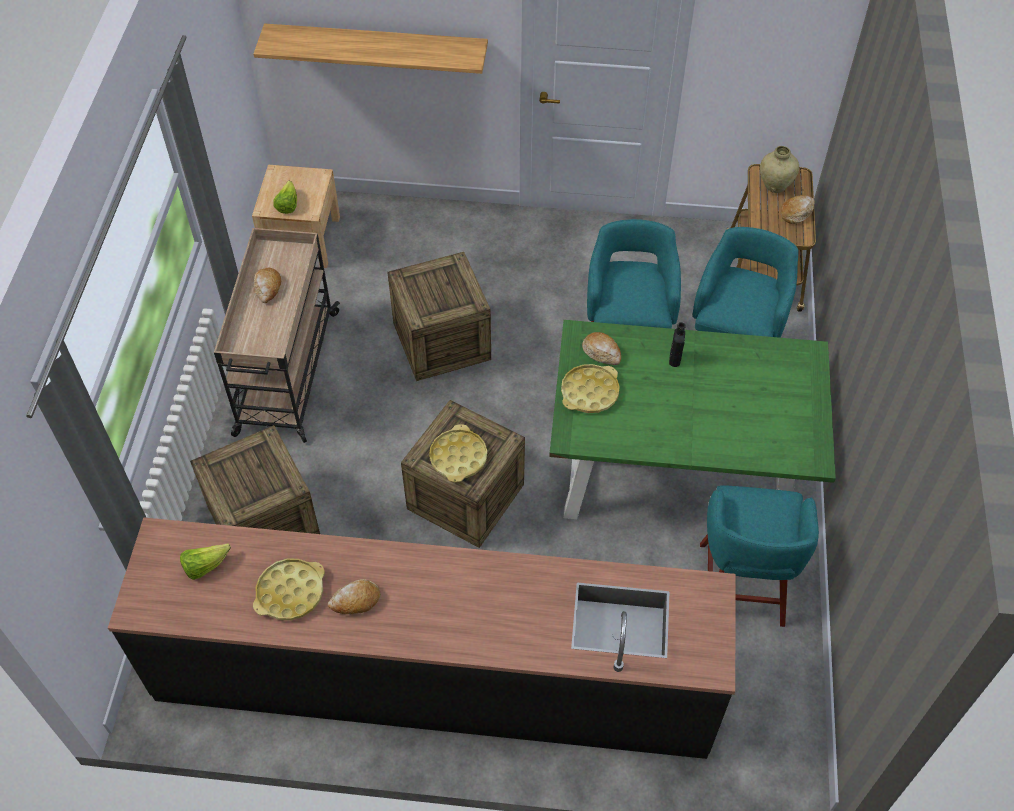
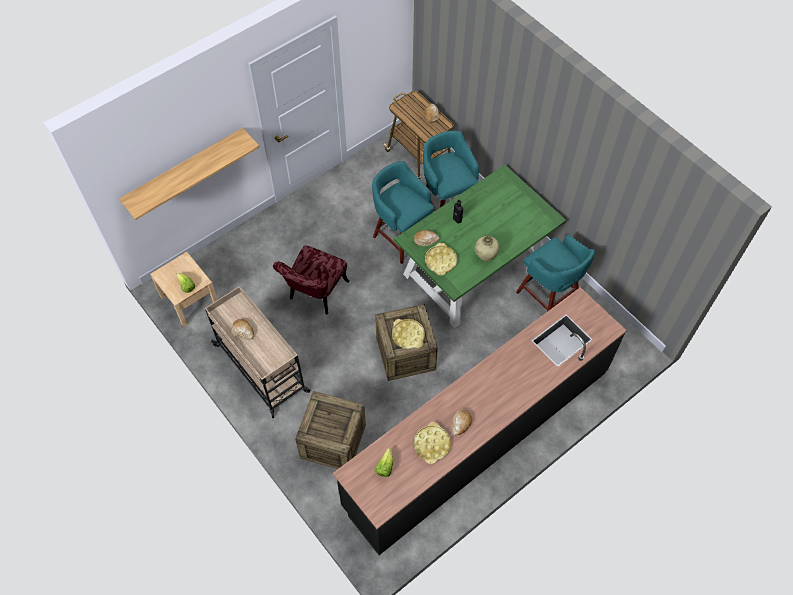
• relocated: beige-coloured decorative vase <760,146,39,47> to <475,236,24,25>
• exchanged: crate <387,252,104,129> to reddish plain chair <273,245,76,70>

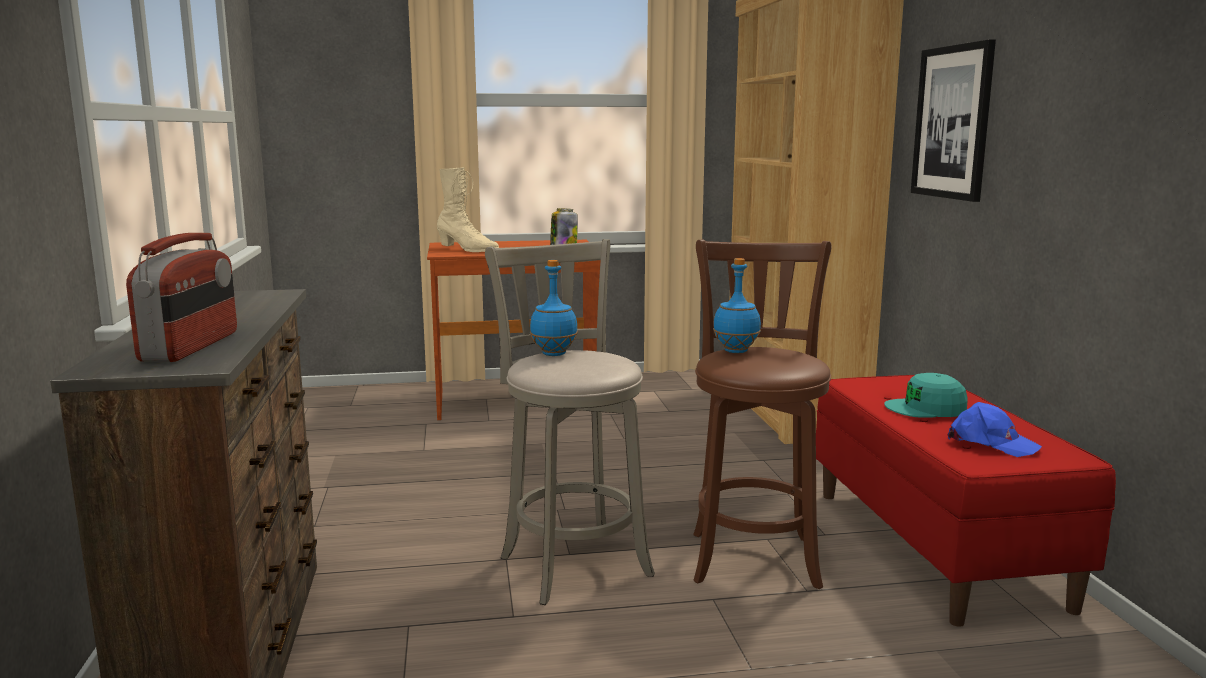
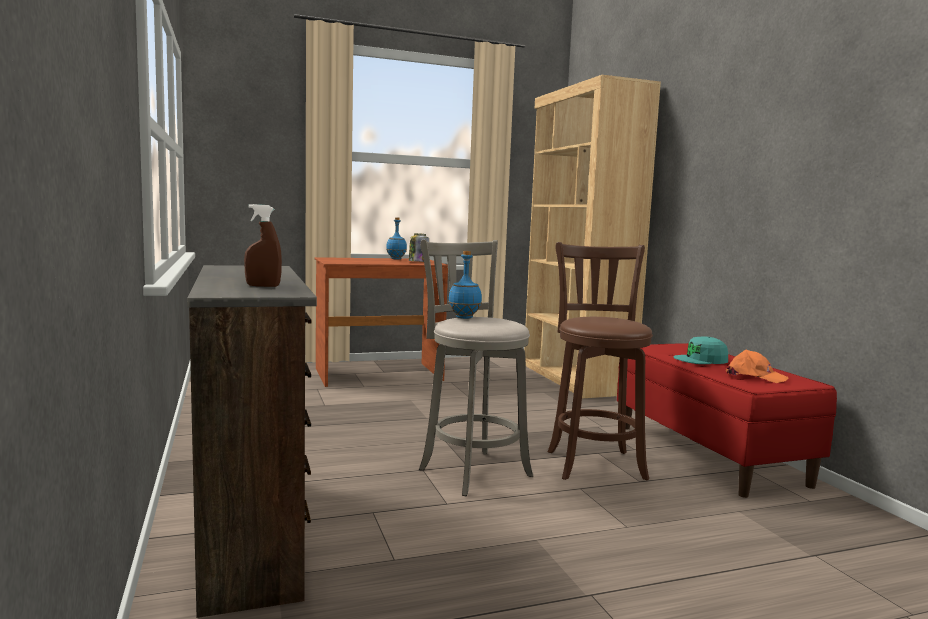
• missing: picture <911,39,85,163>
• missing: beige-coloured high-top boot <437,167,62,85>
• exchanged: radio <126,233,111,129> to brownish sprayer <244,204,38,83>
• relocated: bluish bottle <713,258,48,95> to <386,217,21,43>
• colour: bluish peaked cap <947,402,95,55> to orangey peaked cap <726,349,62,34>

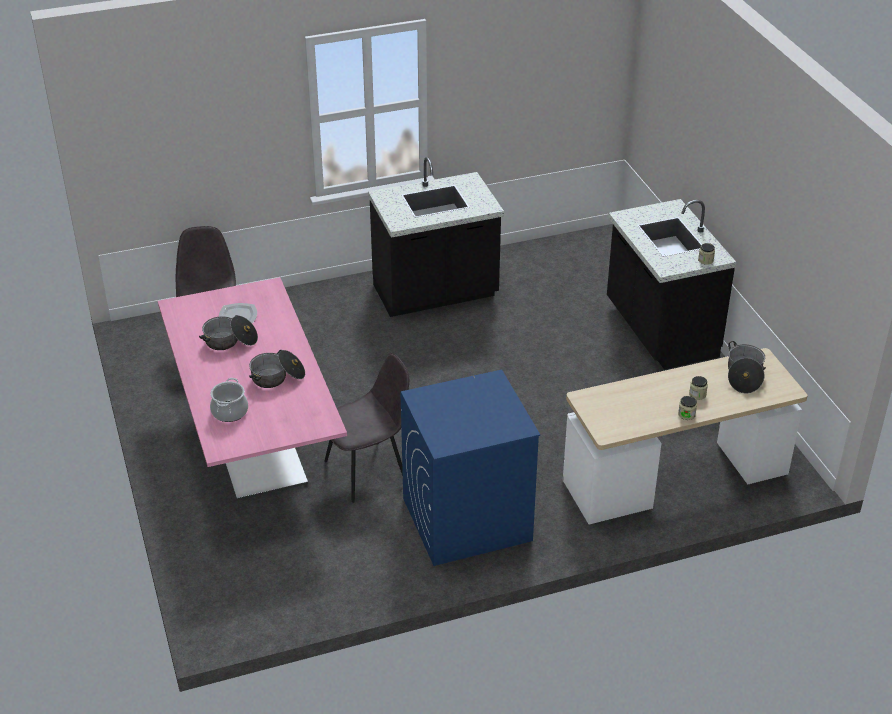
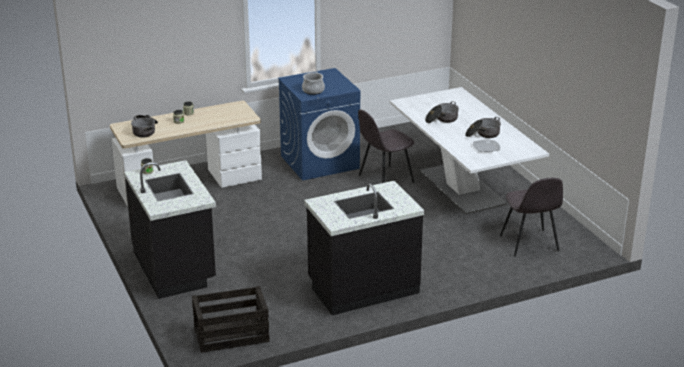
• colour: pink dinner table <158,277,189,223> to whitish dinner table <390,87,159,127>
• relocated: cooking pot <210,378,38,44> to <302,71,23,24>
• appeared: crate <192,286,78,67>

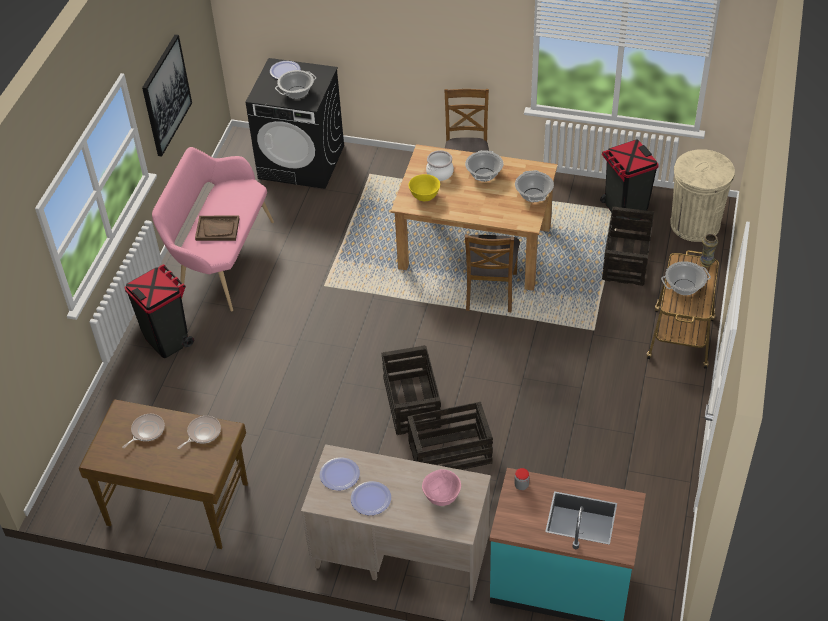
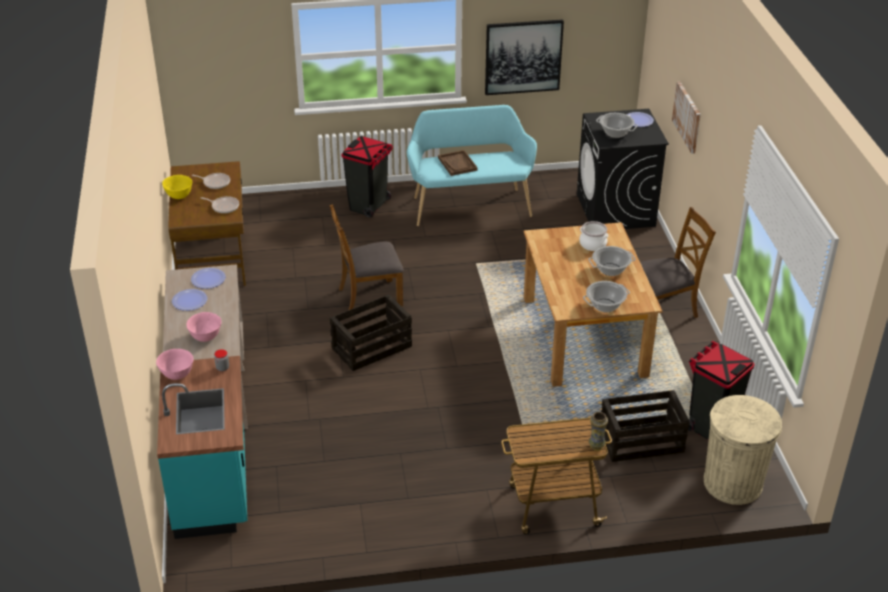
• colour: pink bench <152,147,122,165> to turquoise-coloured bench <407,105,130,121>
• relocated: yellow-coloured serving bowl <408,174,32,27> to <162,175,30,24>
• relocated: brownish plain chair <465,234,55,78> to <330,204,74,106>
• missing: cooking pot <661,261,50,34>
• missing: crate <407,402,86,68>
• appeared: picture <672,82,29,72>
• appeared: pink serving bowl <156,349,38,31>

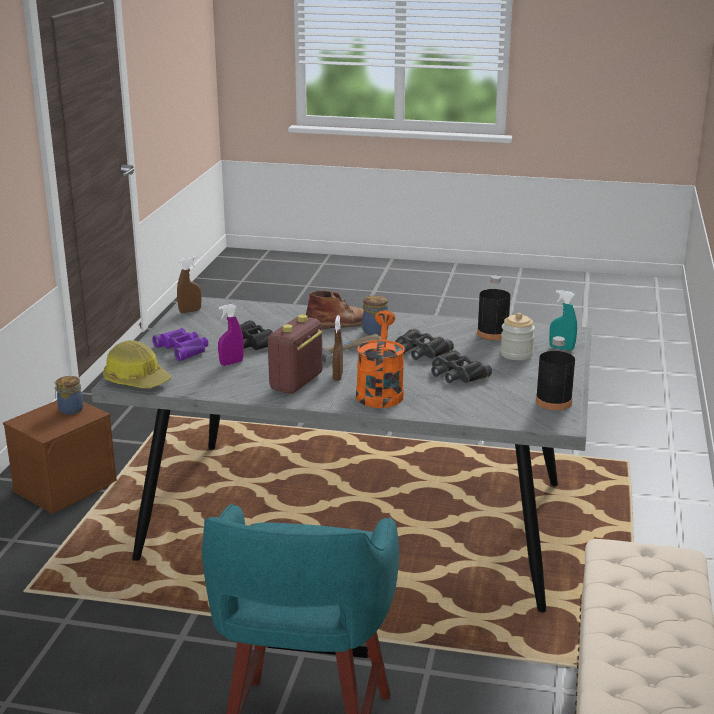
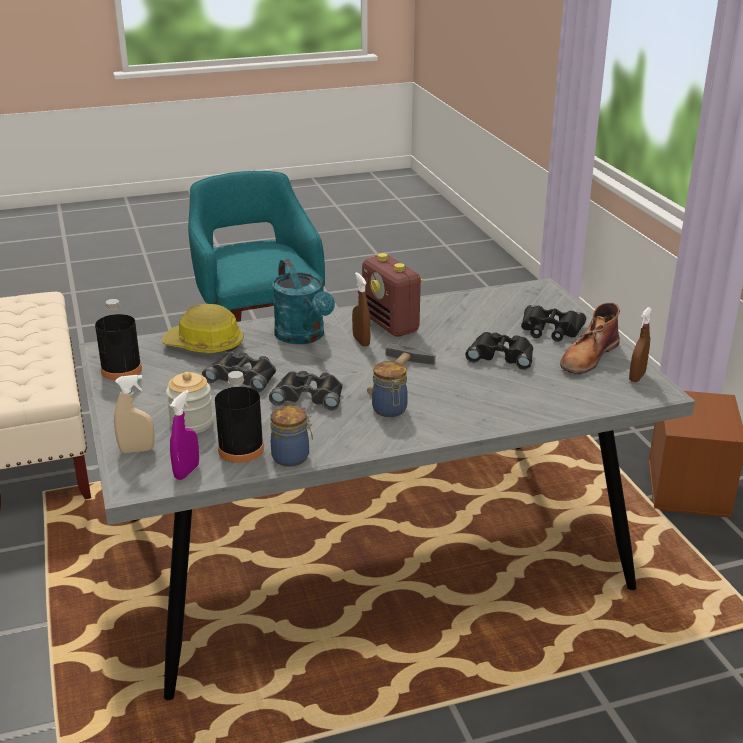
• relocated: brownish high-top boot <306,290,58,39> to <560,303,60,71>
• colour: turquoise-coloured sprayer <549,290,28,60> to beige-coloured sprayer <114,375,41,78>
• relocated: purplish sprayer <218,304,26,62> to <170,390,29,90>
• colour: orangey sprinkling can <356,310,49,98> to turquoise-coloured sprinkling can <272,259,63,85>
• spun: radio <268,315,55,79> = <362,253,62,84> 150 degrees clockwise
• colour: purplish field glasses <152,328,56,33> to blackish field glasses <521,305,65,37>
• relocated: work helmet <103,340,68,48> to <162,304,82,49>
• relocated: jar <54,376,29,39> to <270,406,43,61>

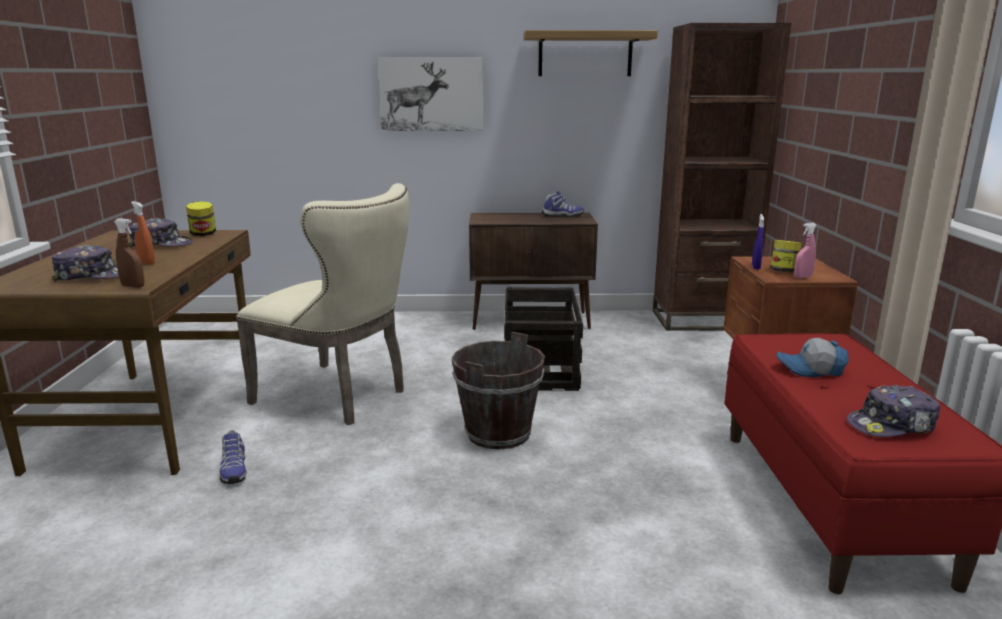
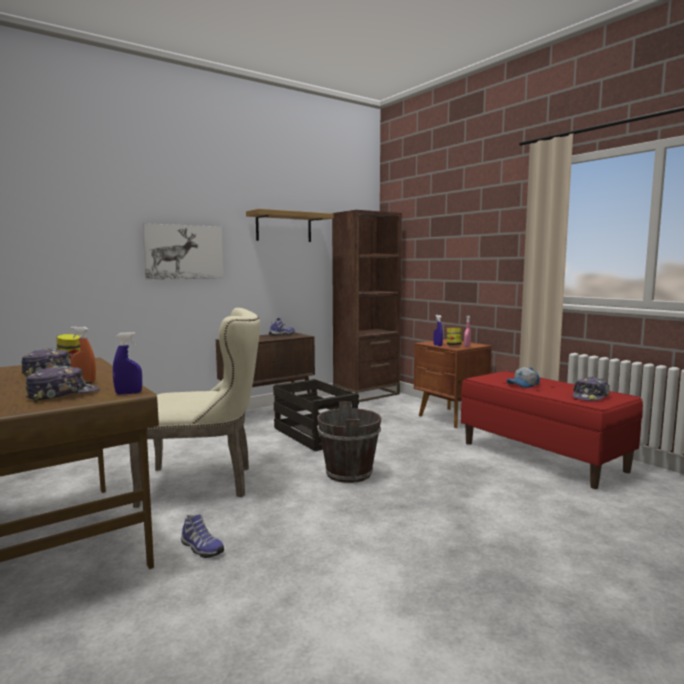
• colour: brownish sprayer <114,218,30,70> to bluish sprayer <113,332,29,62>

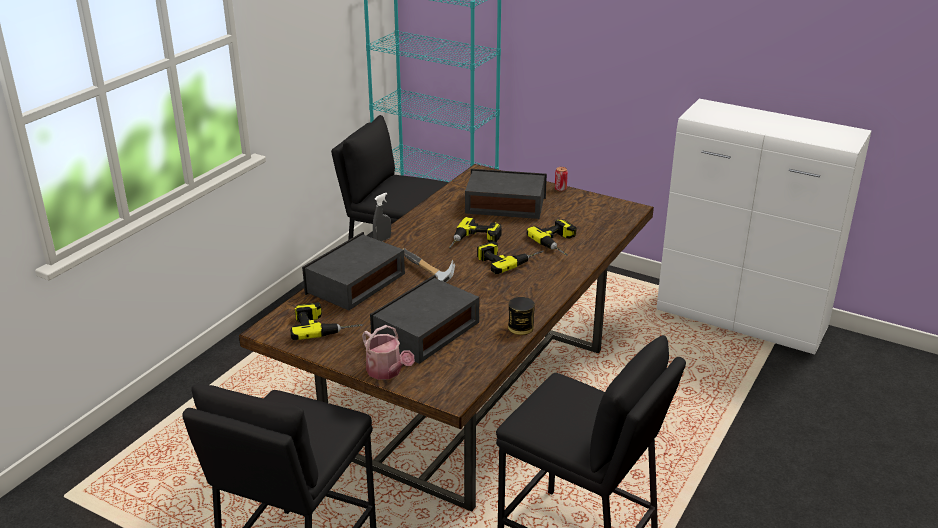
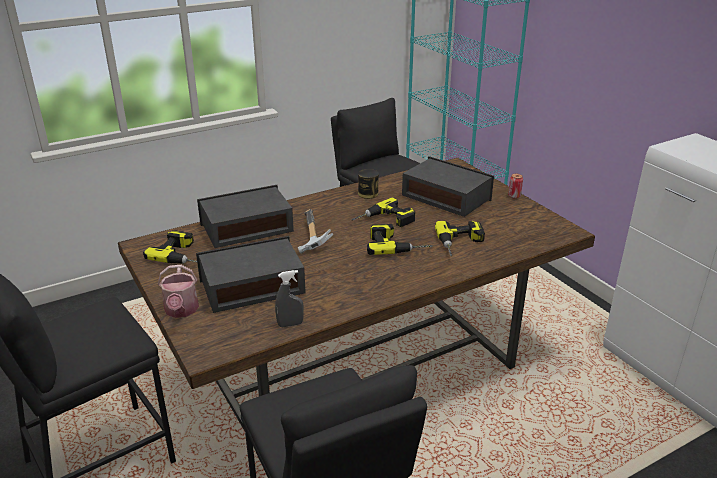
• relocated: gray sprayer <373,192,18,49> to <275,270,29,57>
• relocated: metal can <508,297,27,38> to <358,169,21,30>

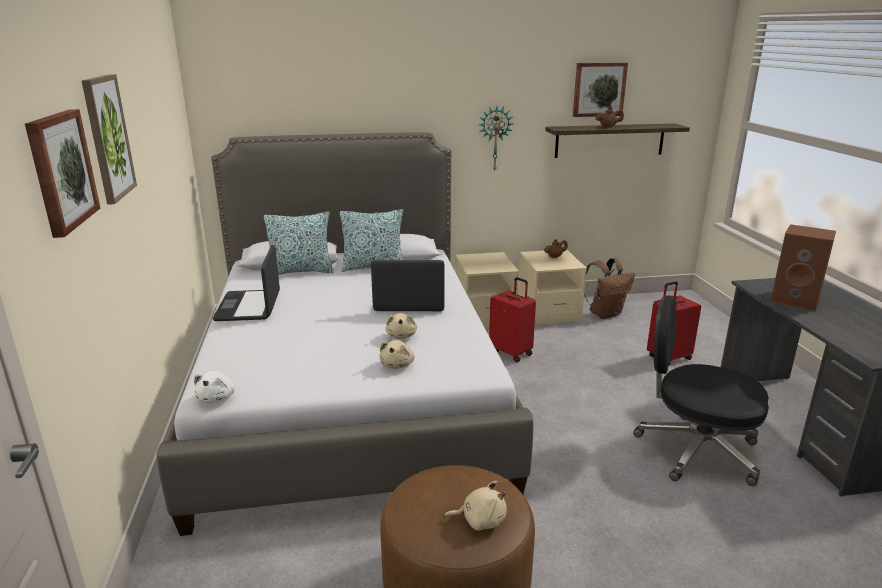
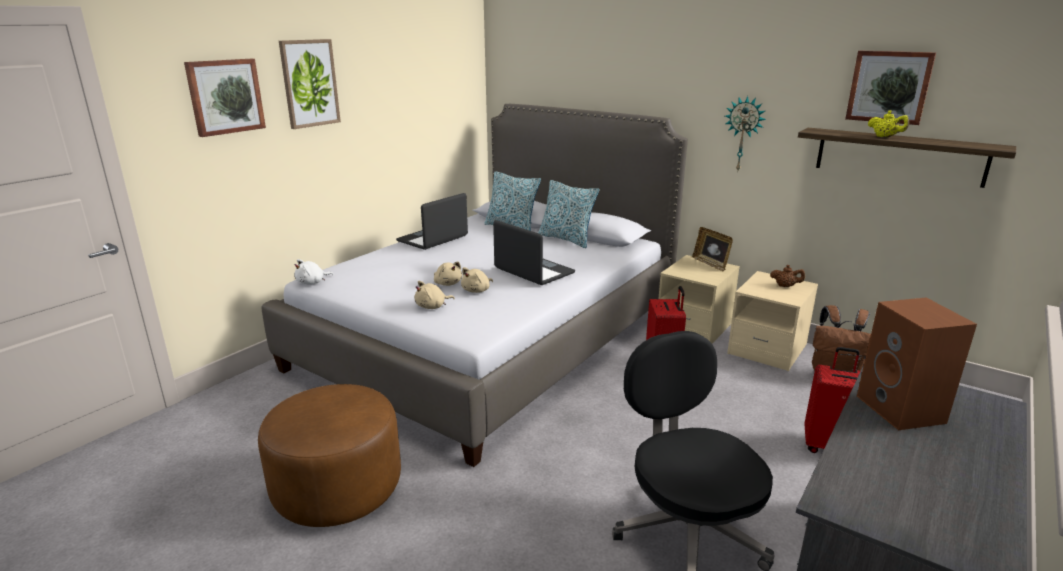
• colour: brownish teapot <596,107,28,21> to yellow-coloured teapot <868,110,41,27>
• relocated: beige-coloured plush toy <444,481,63,50> to <434,261,28,25>
• appeared: photo frame <692,227,41,44>

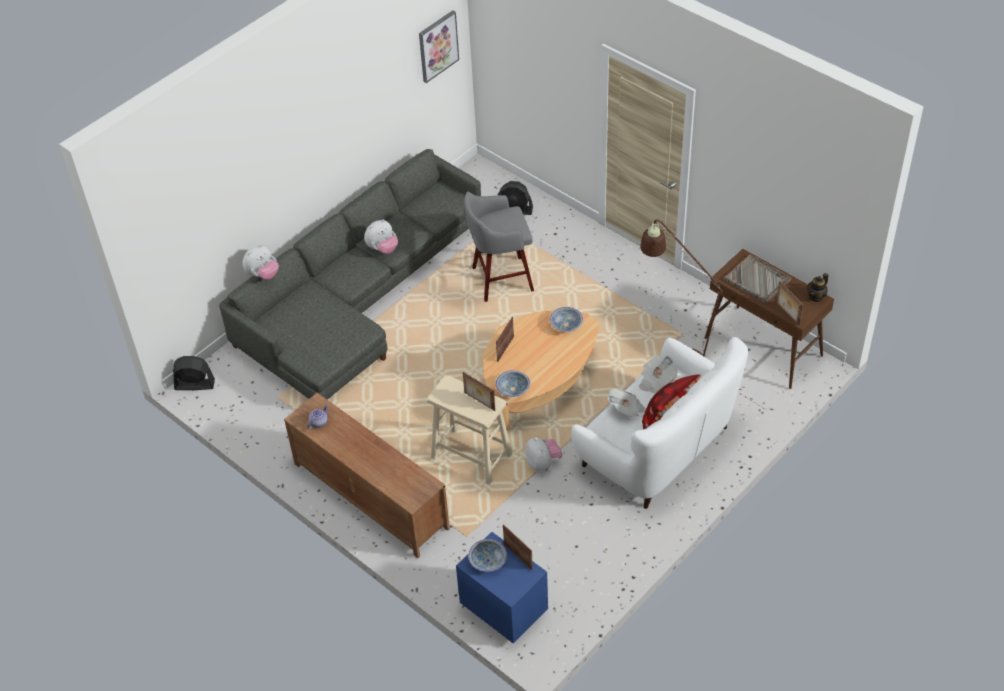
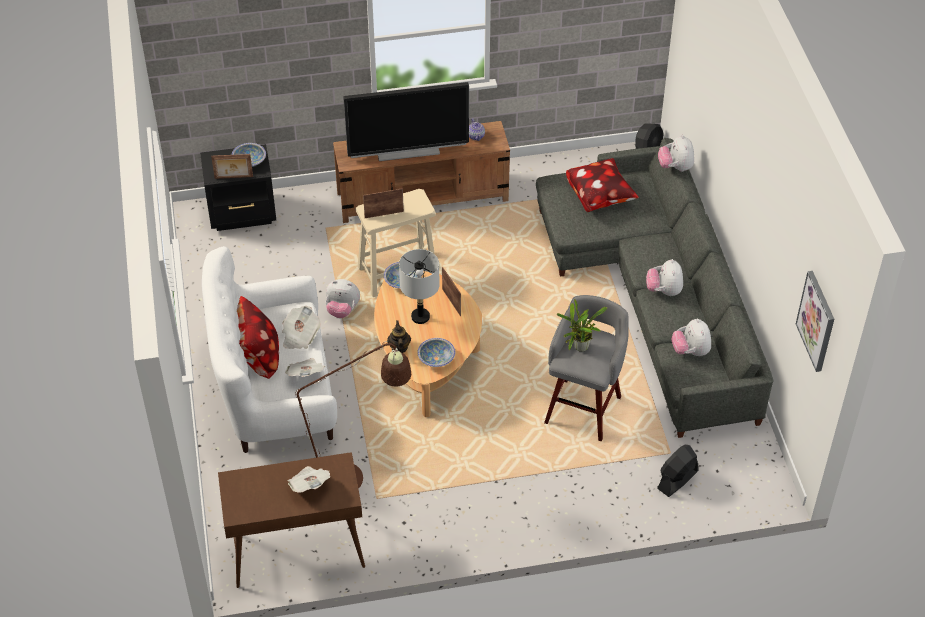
• exchanged: gray serving tray <724,254,68,49> to newspaper <287,466,44,27>
• relocated: teapot <807,273,21,30> to <387,320,24,33>
• missing: photo frame <776,281,27,45>
• colour: bluish night table <456,532,92,112> to blackish night table <200,144,76,87>
• appeared: television <343,82,126,79>
• appeared: throw pillow <566,158,73,54>
• appeared: gray lamp for a table <399,249,41,75>
• appeared: plant in a pot <557,299,50,53>
• appeared: plush toy <672,318,39,38>

